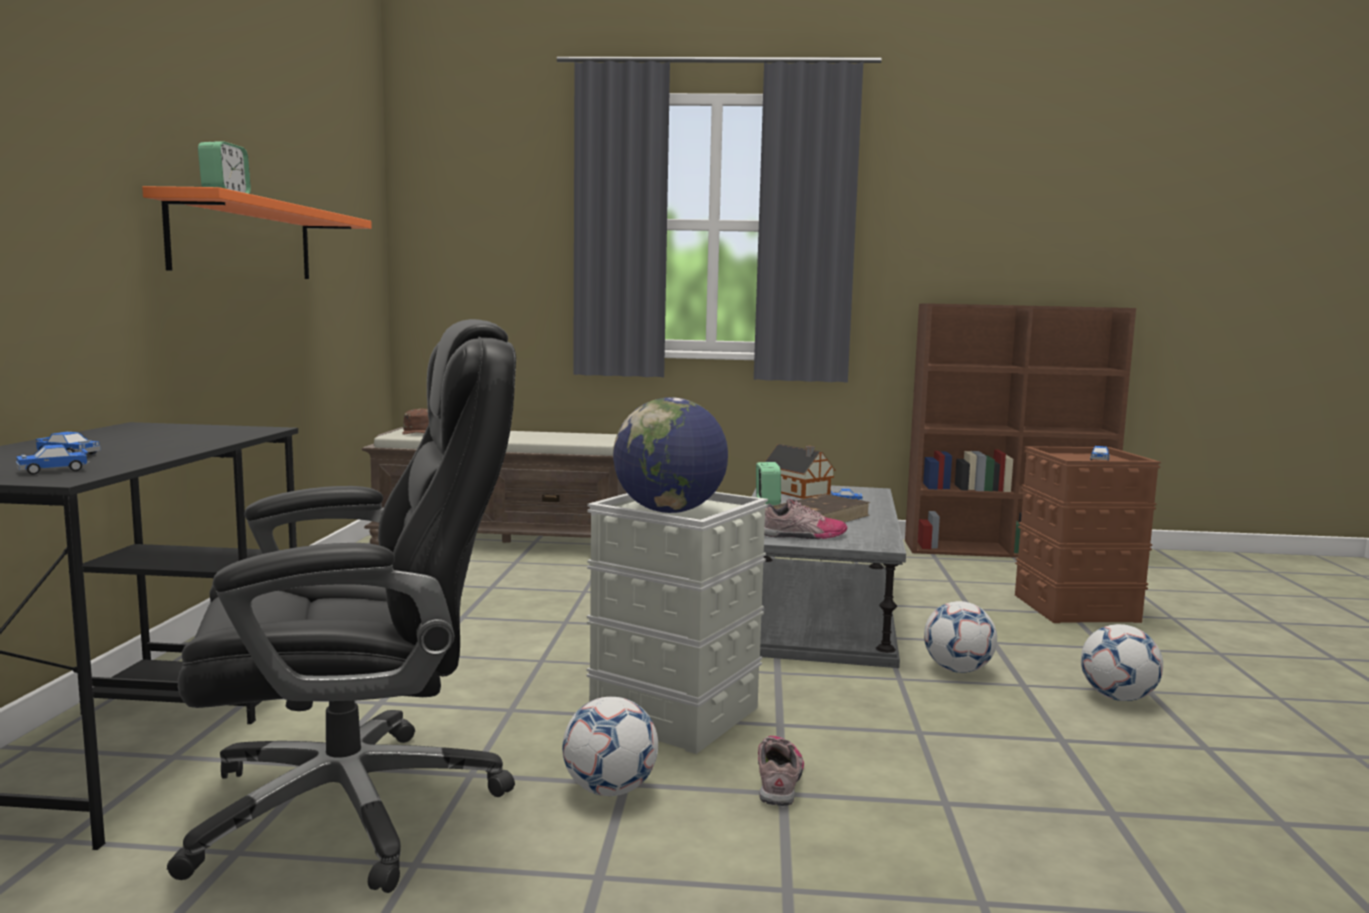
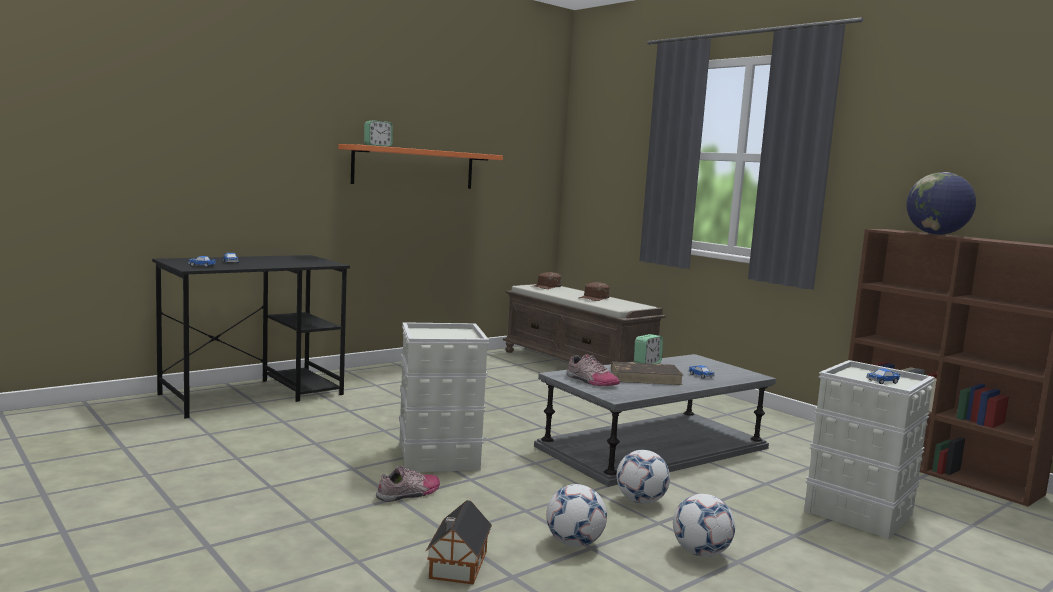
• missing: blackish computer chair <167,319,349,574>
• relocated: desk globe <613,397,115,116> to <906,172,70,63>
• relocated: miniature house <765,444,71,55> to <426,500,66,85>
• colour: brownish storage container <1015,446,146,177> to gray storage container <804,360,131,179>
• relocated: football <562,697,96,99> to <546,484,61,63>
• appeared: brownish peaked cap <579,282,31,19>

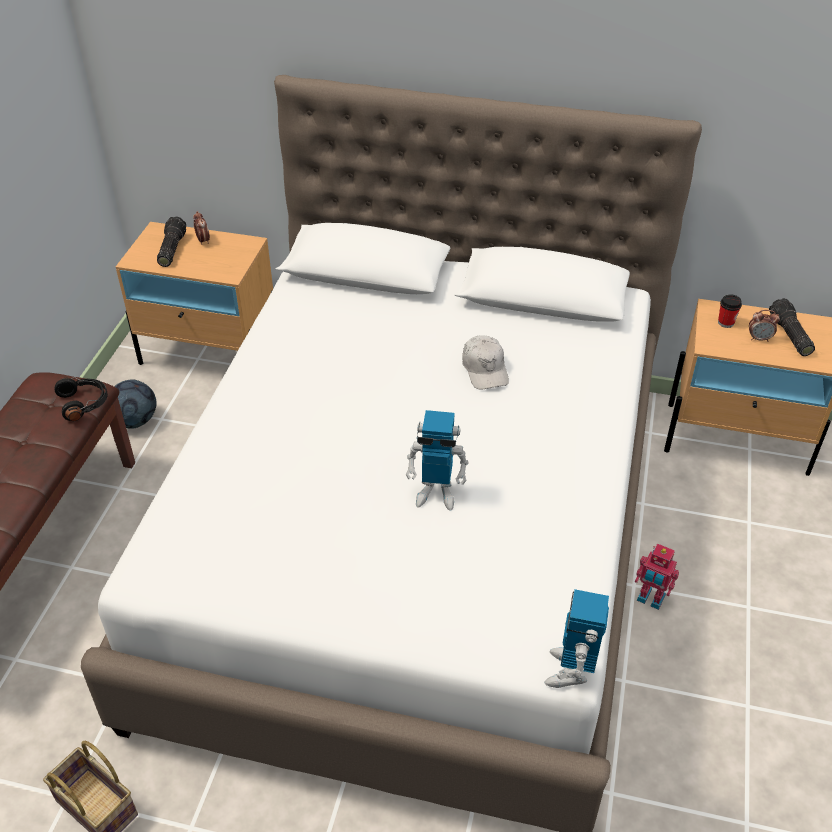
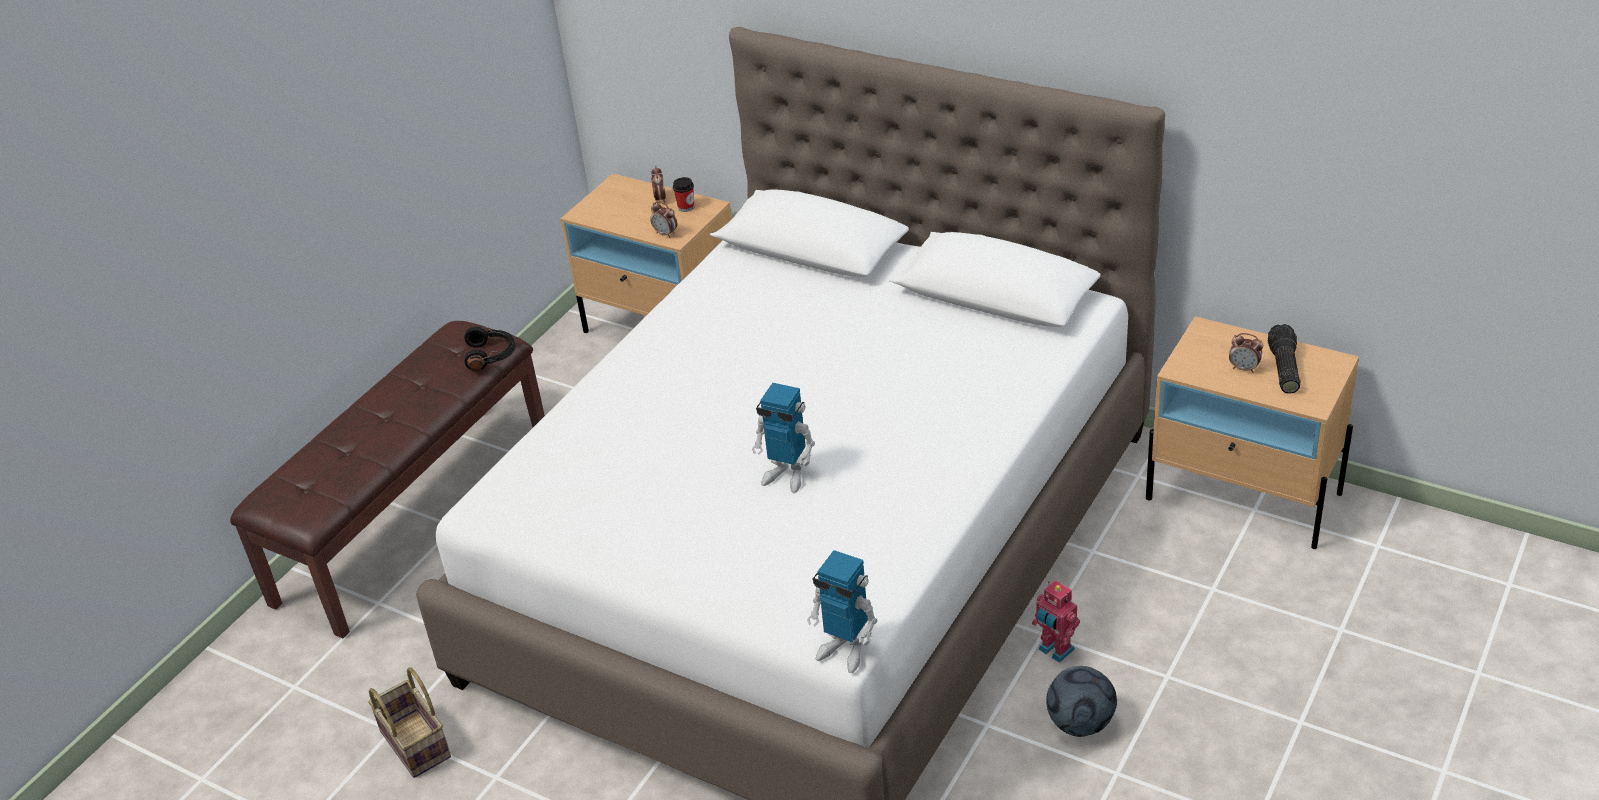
• missing: hand torch <157,216,29,51>
• relocated: small cup <718,294,24,34> to <673,177,21,35>
• missing: whitish peaked cap <462,335,47,55>
• relocated: football <114,379,43,50> to <1046,666,71,71>
• spun: toy robot <544,589,65,99> = <807,550,70,123> 90 degrees counterclockwise
• appeared: alarm clock <650,201,28,37>

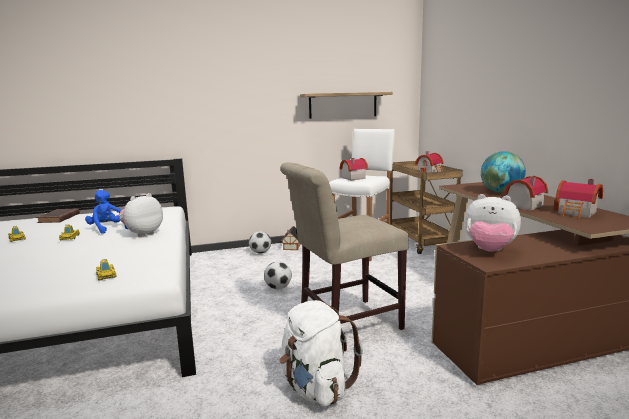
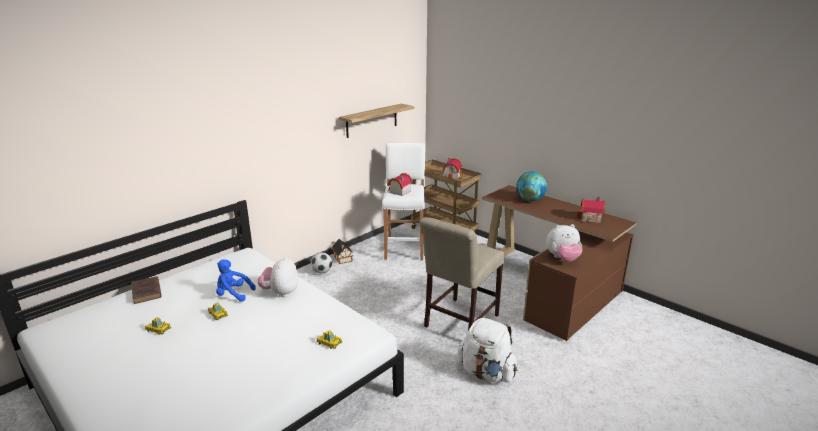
• missing: miniature house <504,176,44,35>
• missing: football <264,261,28,28>

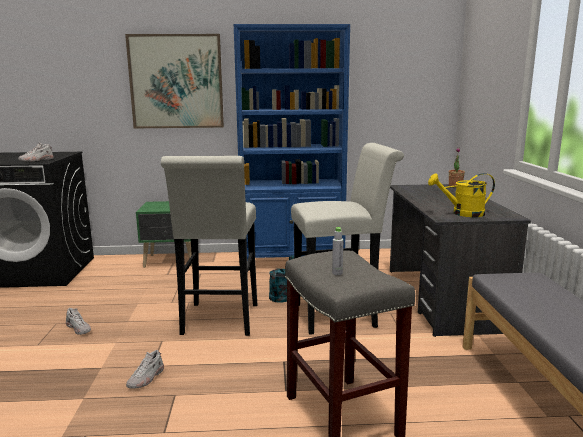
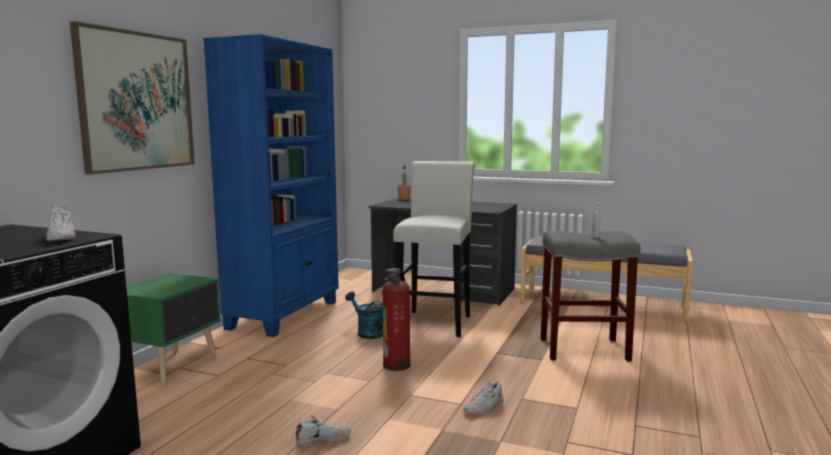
• exchanged: whitish stool seat <161,156,96,180> to fire extinguisher <382,268,29,103>
• missing: yellow-coloured sprinkling can <428,173,67,44>
• spun: whitish item of footwear <126,350,38,39> = <464,380,40,35> 90 degrees clockwise

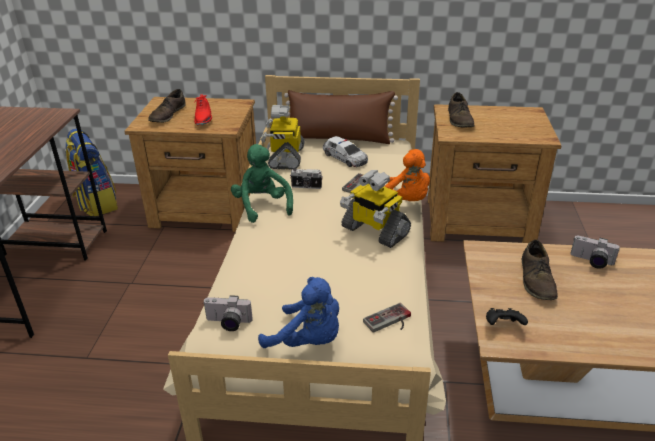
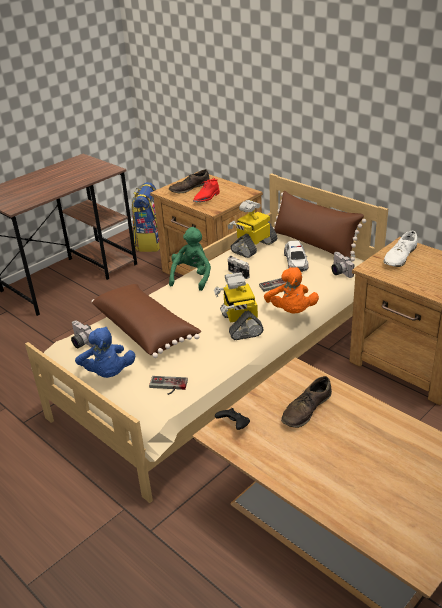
• colour: brownish item of footwear <448,92,26,36> to whitish item of footwear <383,230,34,37>
• relocated: still camera <570,235,50,34> to <332,252,22,26>
• appeared: brownish throw pillow <92,284,109,74>

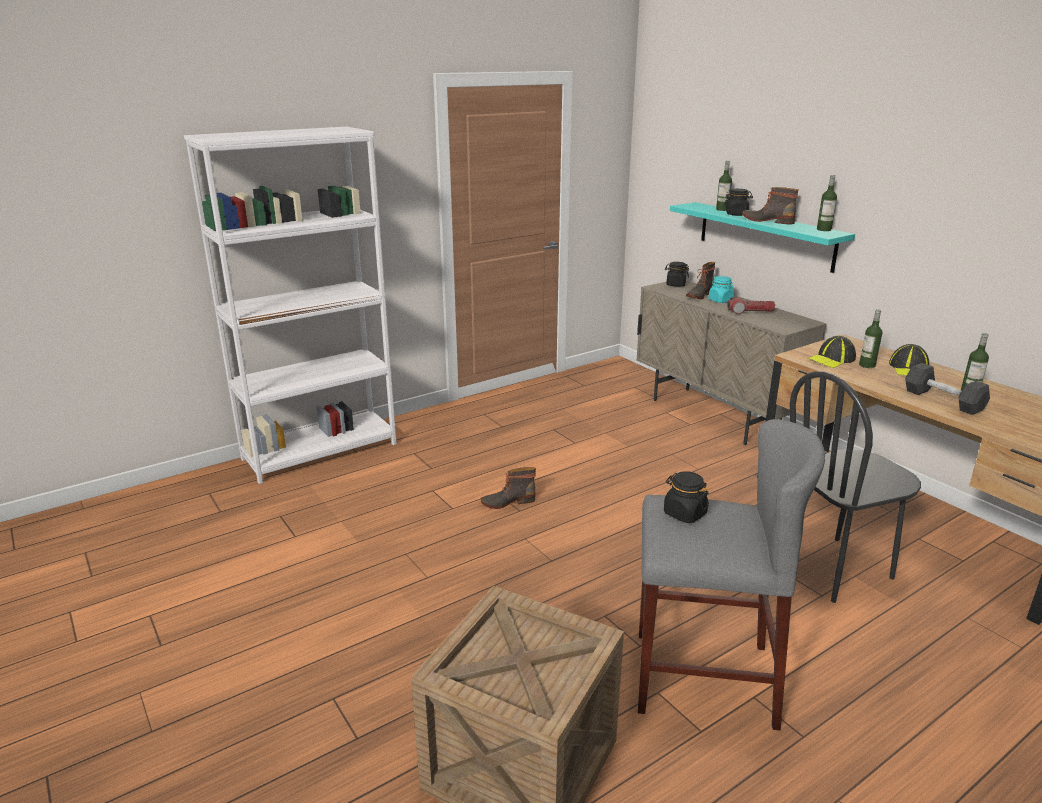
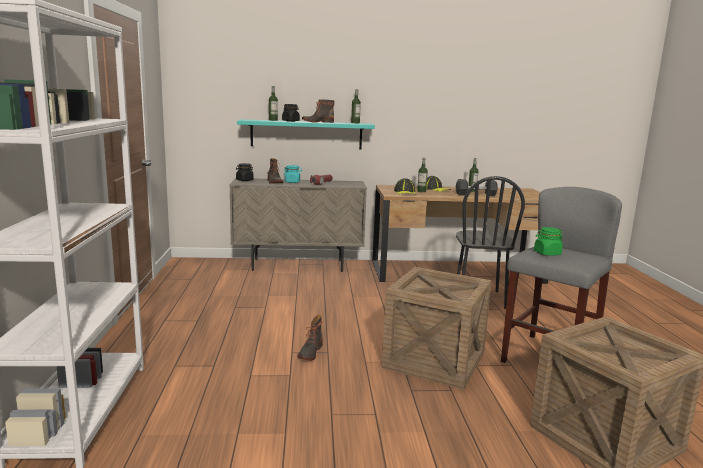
• colour: blackish jar <664,471,45,52> to greenish jar <534,227,29,29>
• appeared: crate <382,267,110,123>

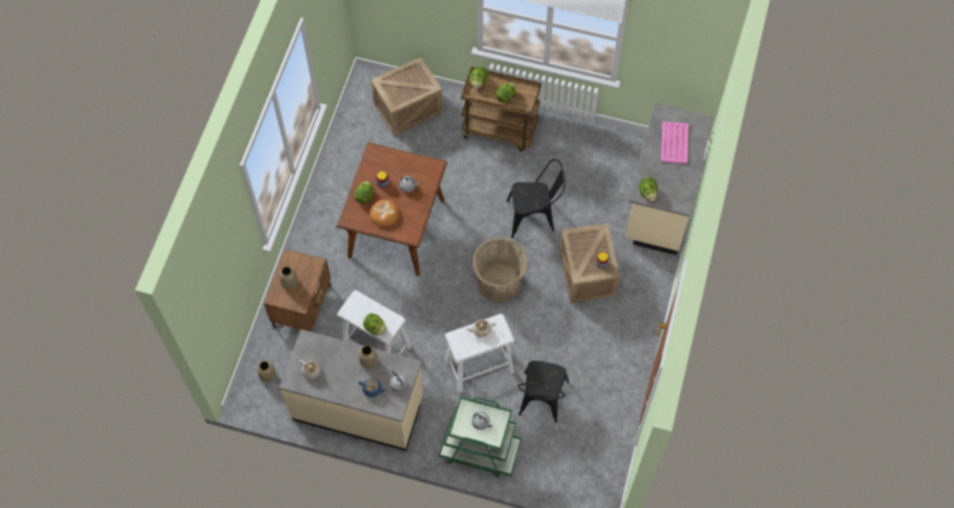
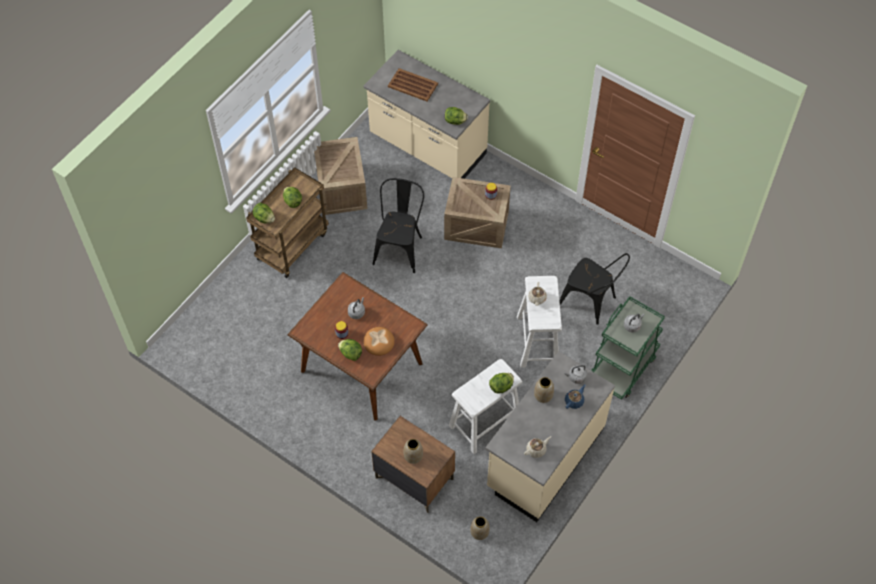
• relocated: crate <371,57,72,79> to <314,137,53,78>
• colour: pink serving tray <661,122,28,42> to brownish serving tray <388,68,50,33>
• missing: household basket <473,237,55,66>

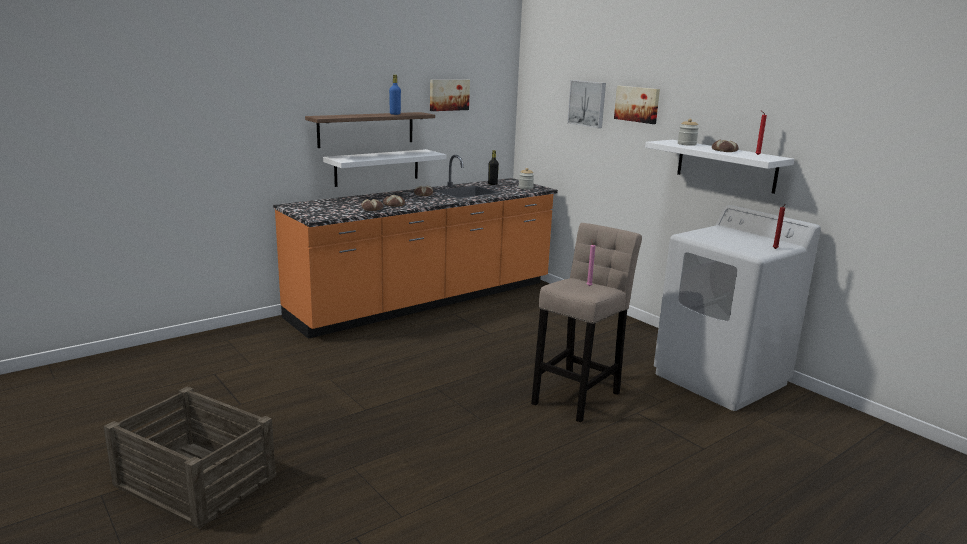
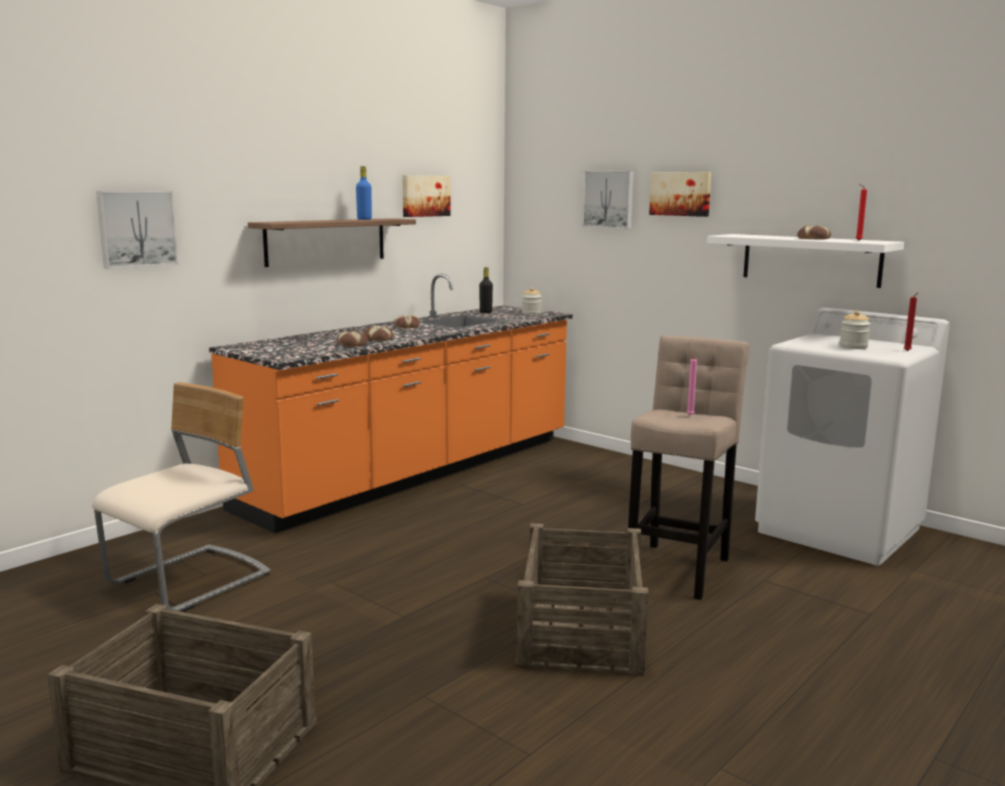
• relocated: jar <678,119,21,27> to <839,311,32,38>
• missing: whitish shelf <323,149,124,38>
• appeared: picture <96,191,82,78>
• appeared: beige-coloured plain chair <92,382,179,230>
• appeared: crate <516,523,132,153>

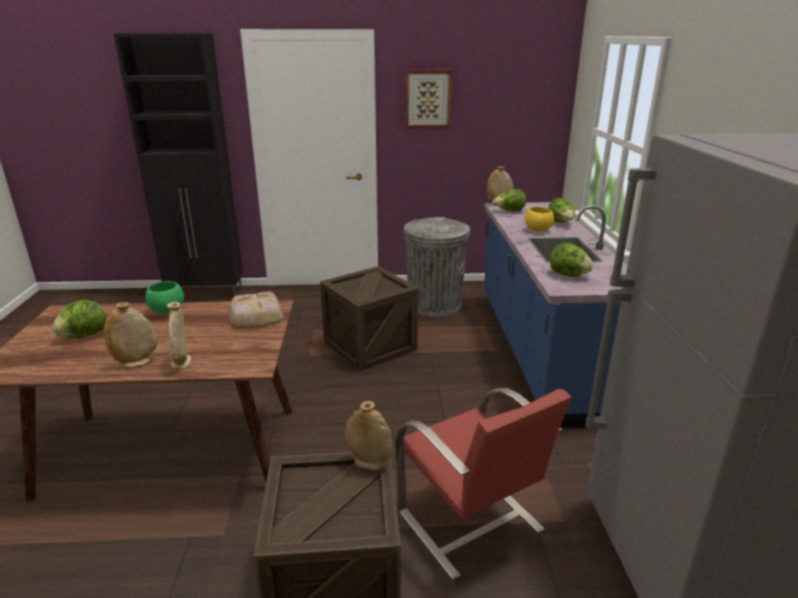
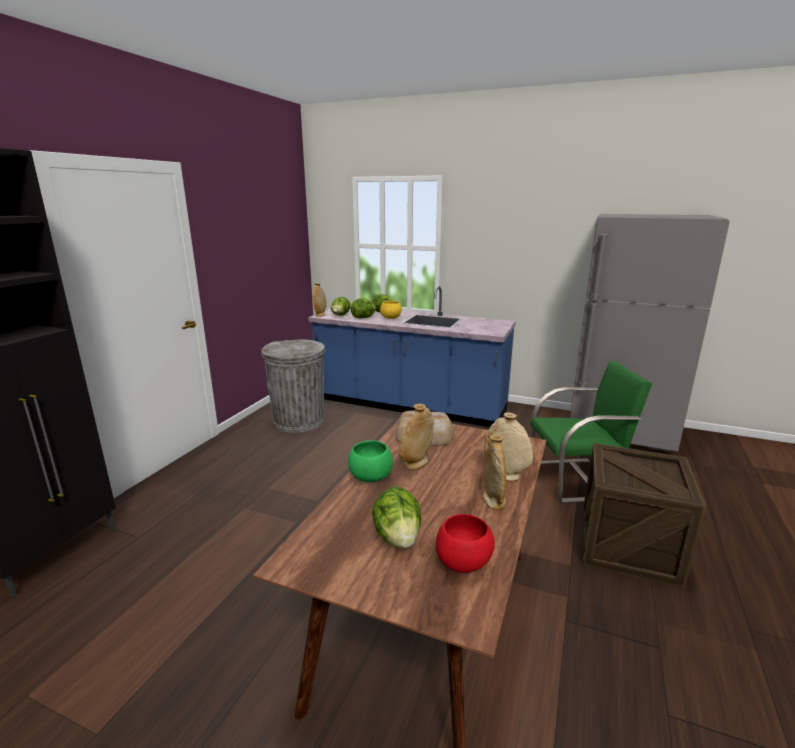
• missing: picture <405,70,48,59>
• relocated: head of lettuce <550,243,43,34> to <351,298,25,20>
• missing: crate <320,266,99,106>
• colour: reddish plain chair <396,388,175,192> to greenish plain chair <530,360,122,143>
• relocated: beige-coloured decorative vase <345,401,47,70> to <398,404,36,66>
• appeared: reddish serving bowl <436,514,59,59>

